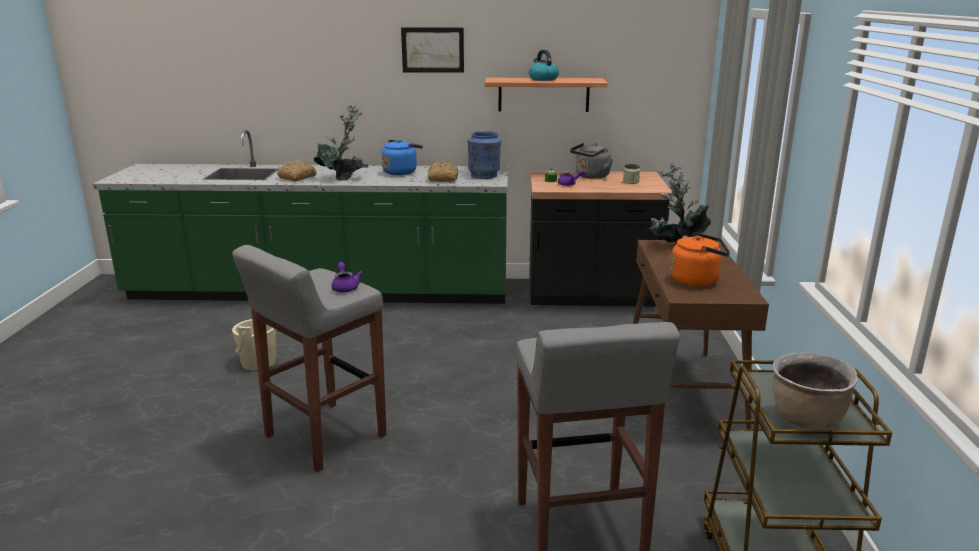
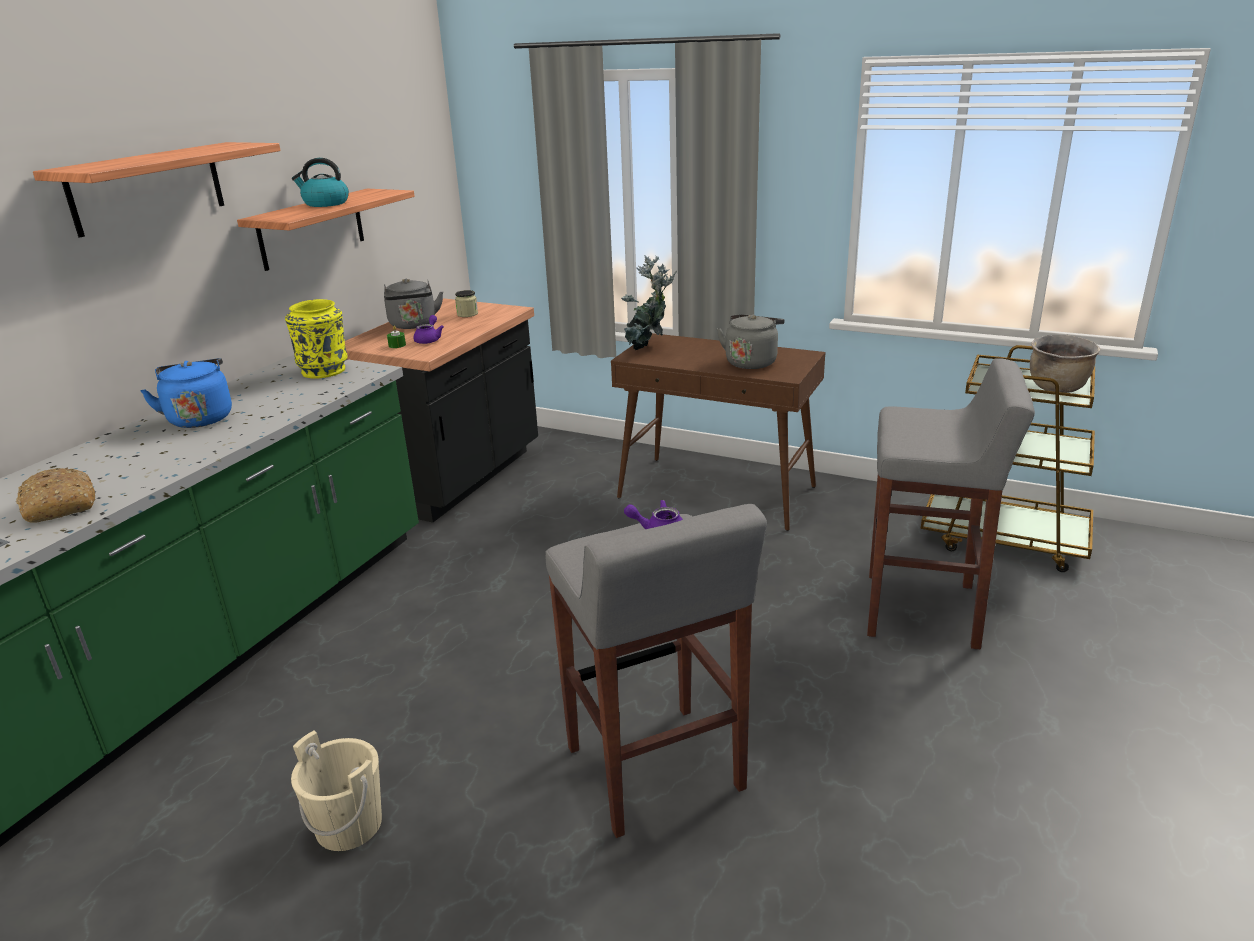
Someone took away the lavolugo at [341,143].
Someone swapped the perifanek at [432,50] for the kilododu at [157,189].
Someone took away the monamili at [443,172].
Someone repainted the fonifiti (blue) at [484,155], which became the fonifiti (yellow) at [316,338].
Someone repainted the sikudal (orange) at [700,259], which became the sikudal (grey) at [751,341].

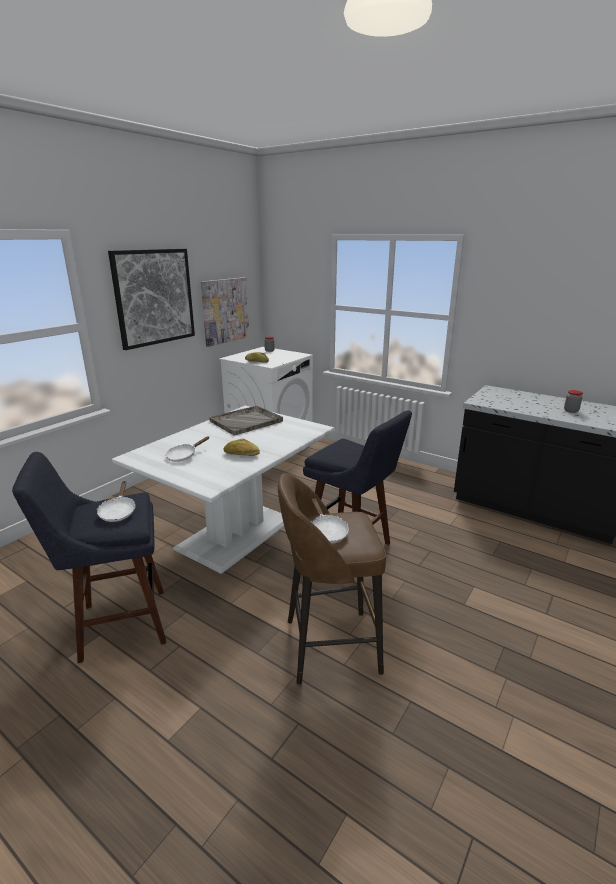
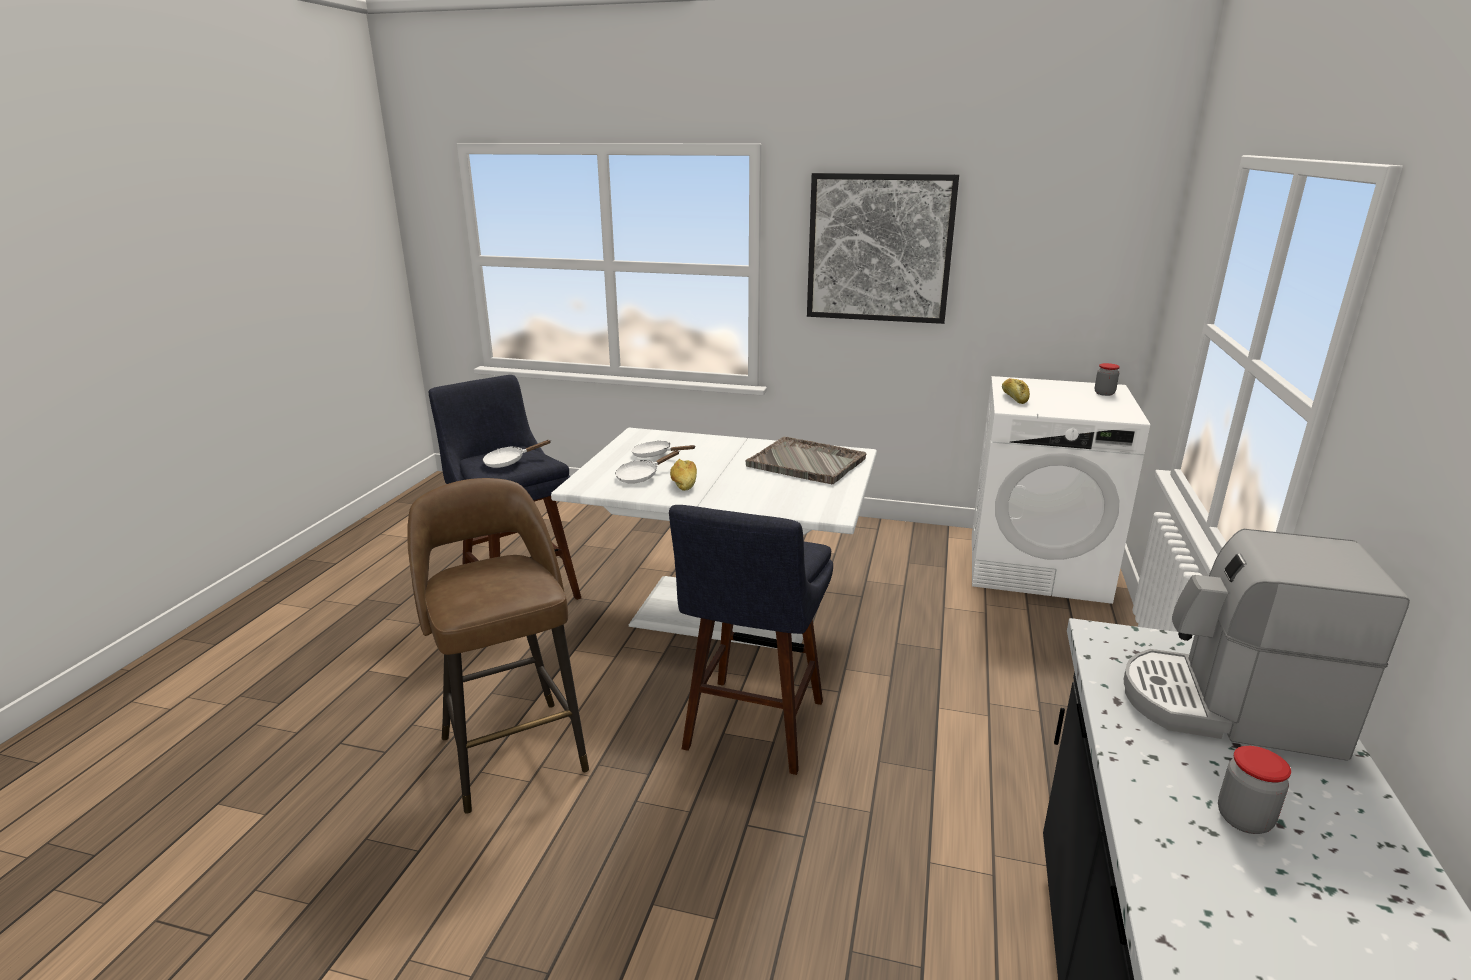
Someone took away the perifanek at [225,312].
Someone carried the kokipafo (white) from [330,521] to [647,467].
Someone put down the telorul at [1267,645].

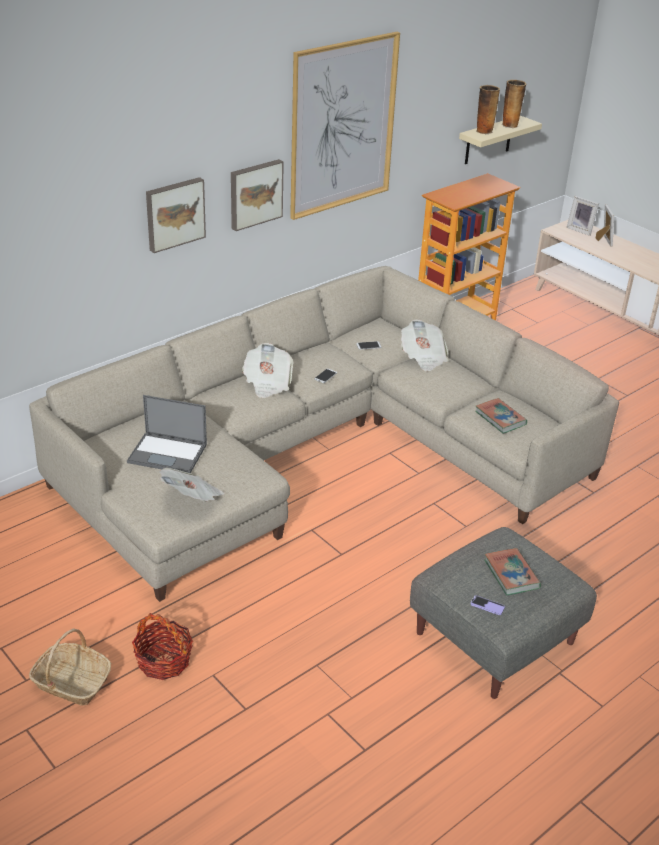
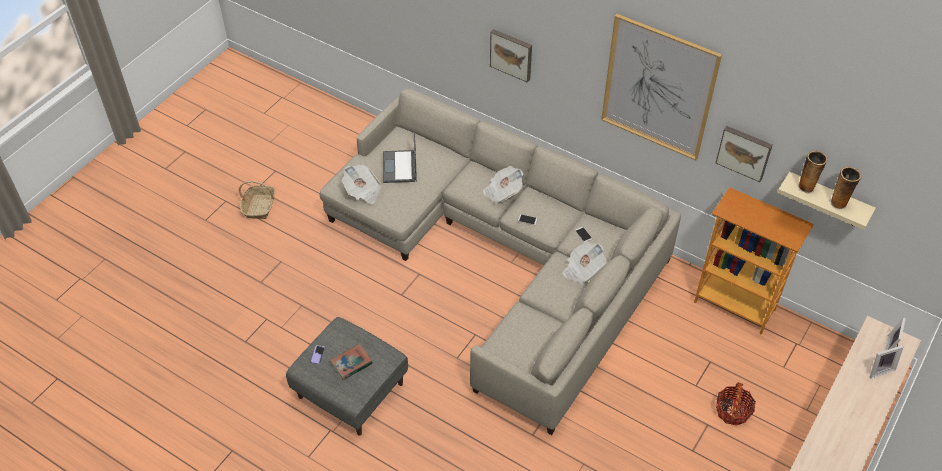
Someone carried the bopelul from [162,646] to [736,404].
Someone carried the perifanek from [257,195] to [744,154].
Someone took away the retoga at [501,416].

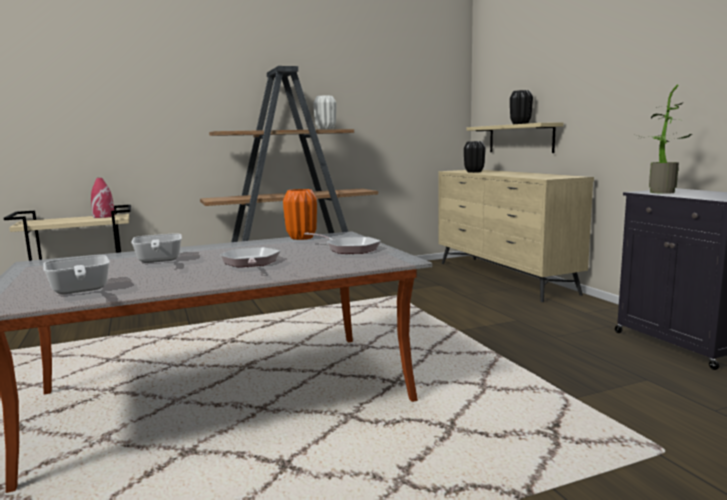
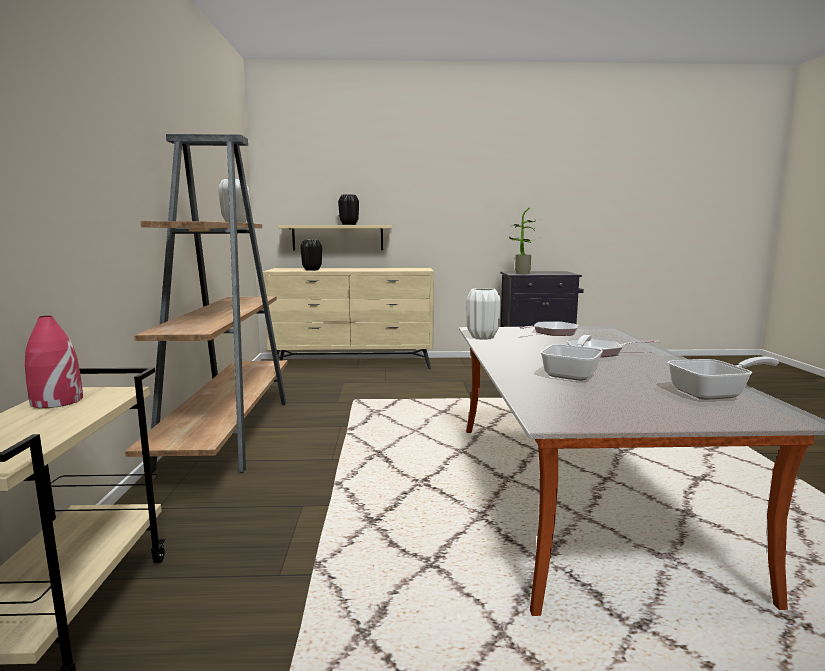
Someone rotated the kokipafo at [156,248] by 60 degrees counterclockwise.
Someone repainted the fonifiti (orange) at [300,214], which became the fonifiti (white) at [483,313].

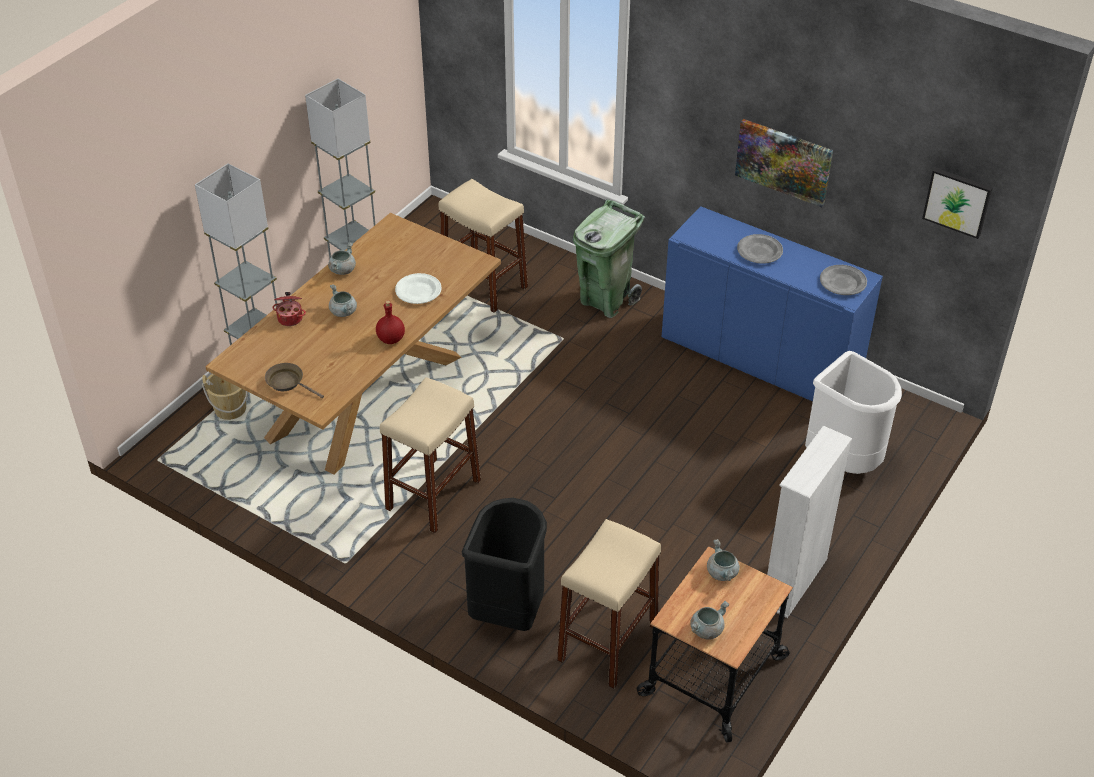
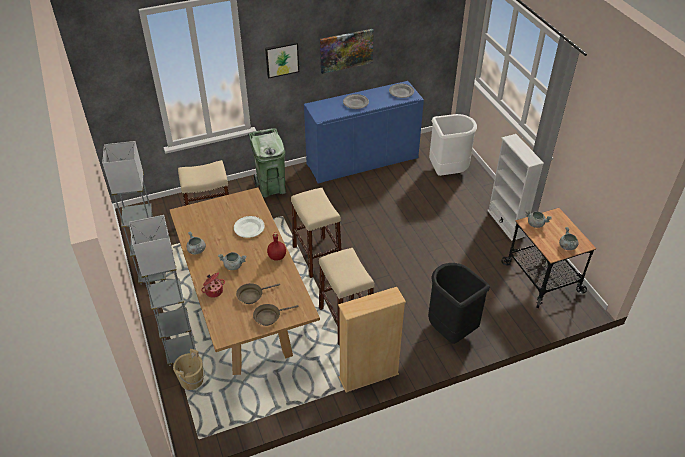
Someone carried the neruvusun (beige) from [609,604] to [316,233].
Someone carried the perifanek from [957,203] to [282,60].
Someone put down the kokipafo (brown) at [258,293].
Someone put down the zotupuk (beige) at [372,340].

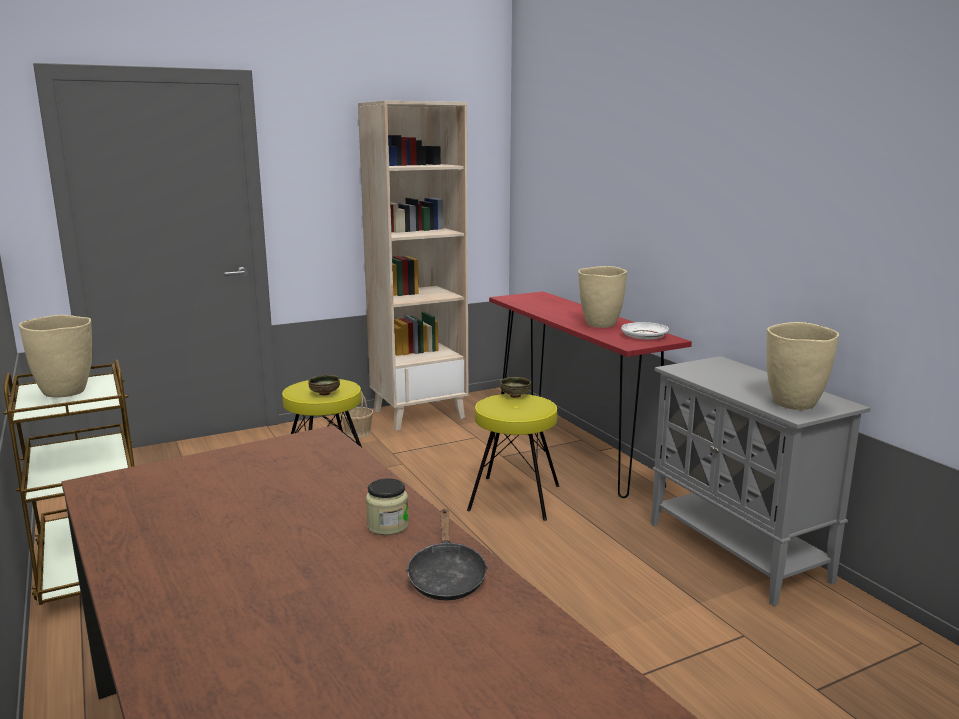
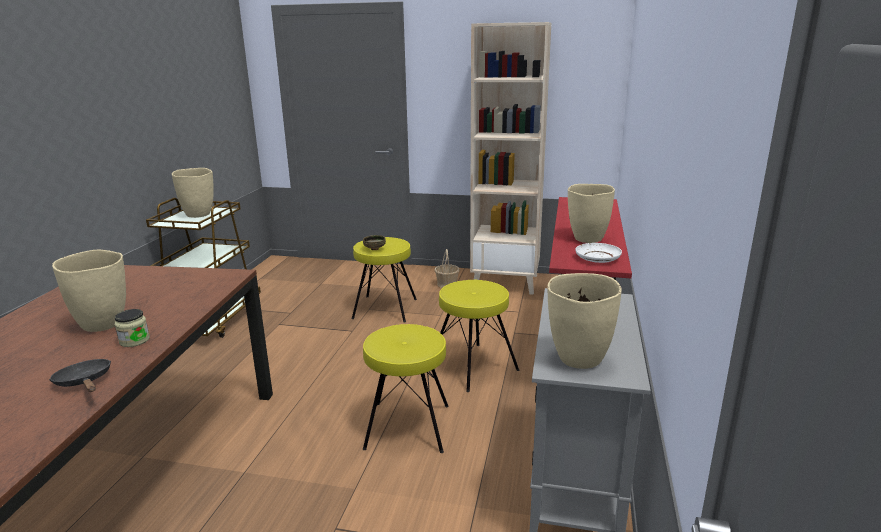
Someone rotated the kokipafo (black) at [447,554] by 105 degrees clockwise.
Someone took away the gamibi at [515,387].
Someone put down the fonifiti (beige) at [89,291].
Someone put down the neruvusun (yellow) at [406,388].

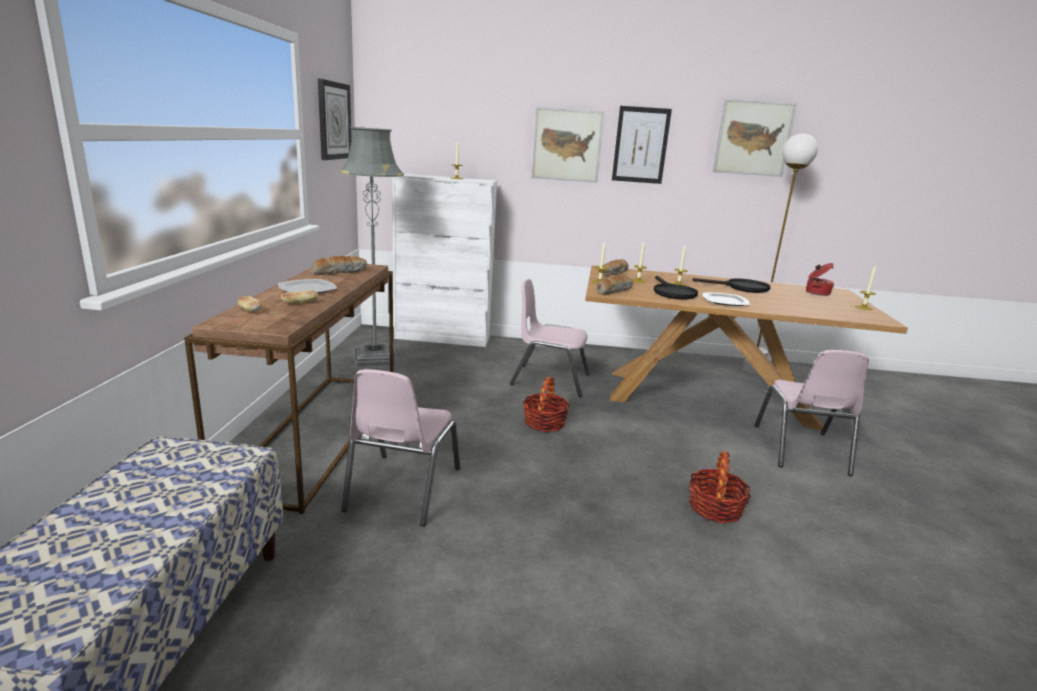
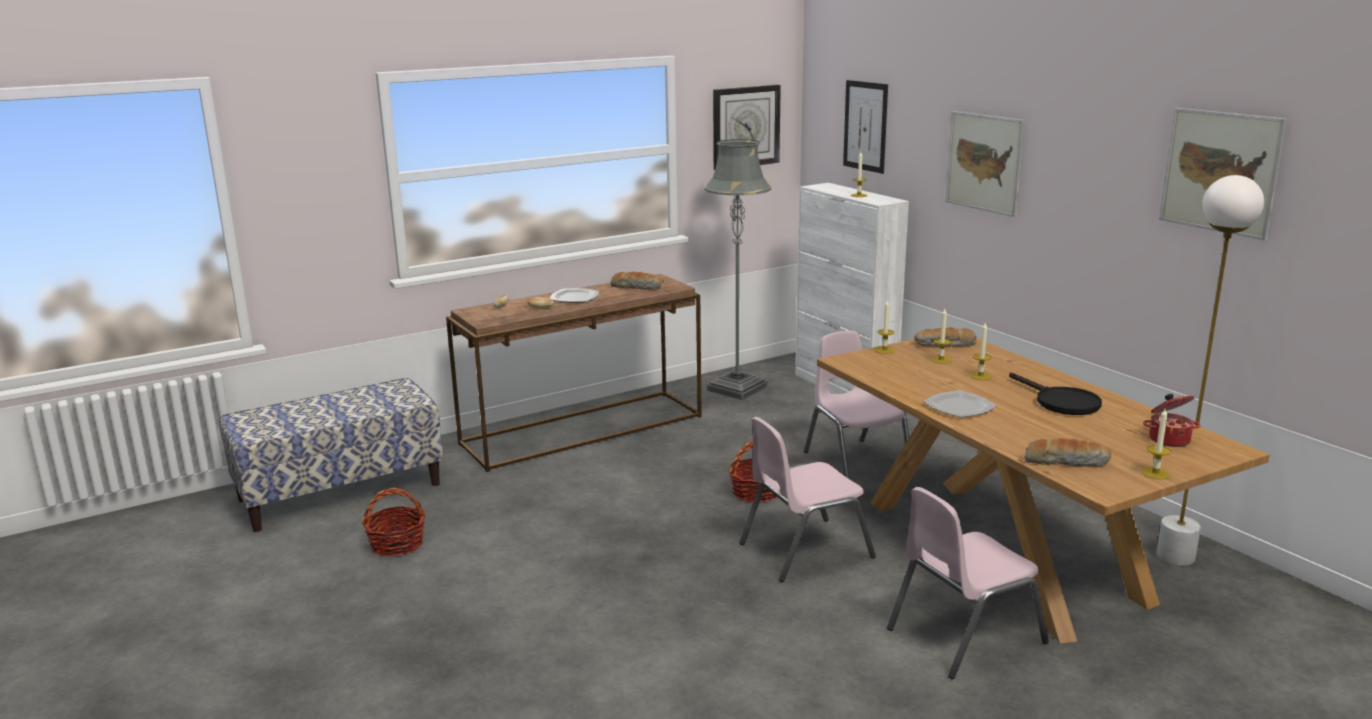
Someone carried the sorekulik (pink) from [400,447] to [808,499].
Someone carried the monamili from [615,285] to [1067,452].
Someone carried the perifanek from [642,145] to [865,127].
Someone took away the kokipafo (black) at [676,288].
Someone carried the bopelul from [720,487] to [393,522].

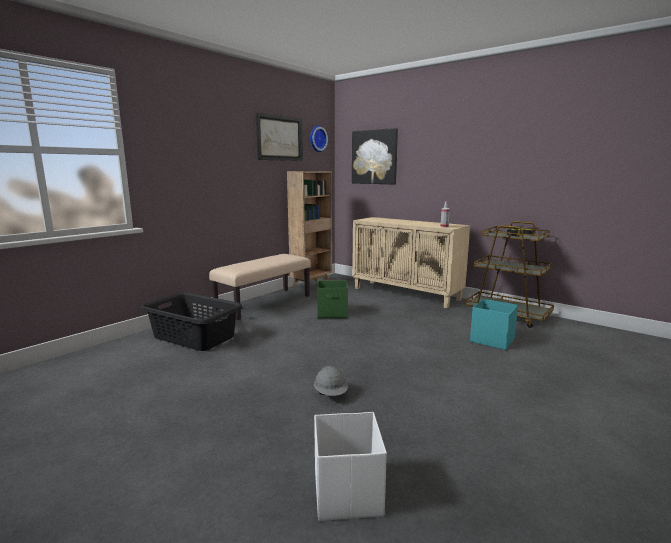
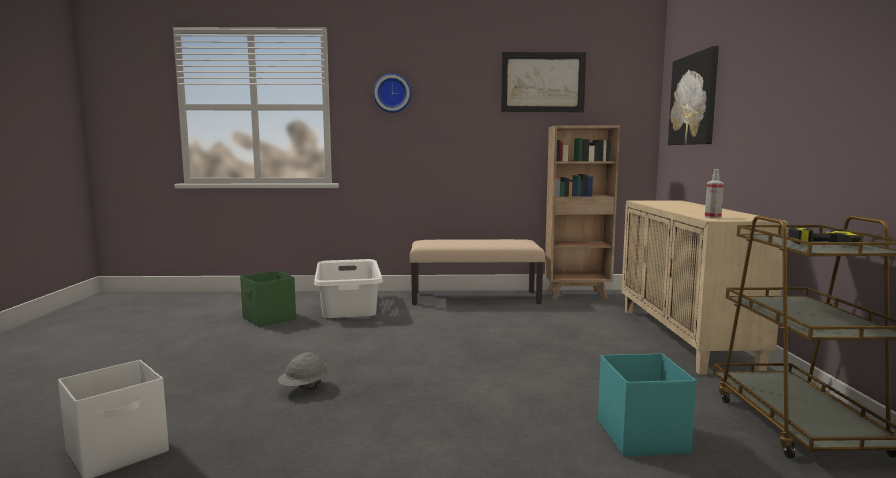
Someone repainted the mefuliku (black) at [191,321], which became the mefuliku (white) at [348,288].
Someone carried the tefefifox from [319,139] to [392,93].
Someone carried the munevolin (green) from [332,299] to [268,299].

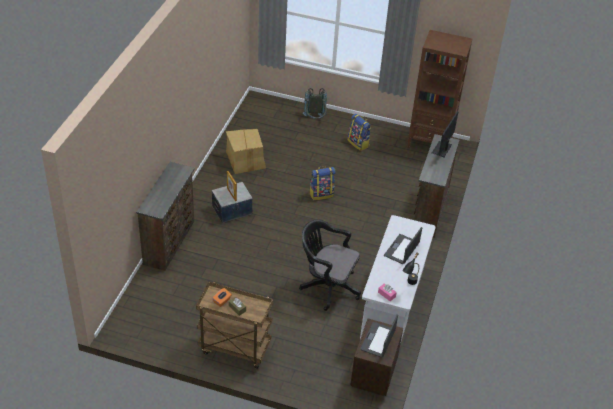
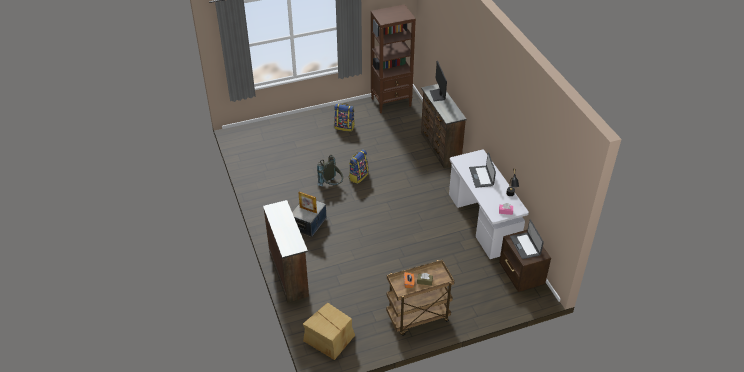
Someone carried the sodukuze from [246,151] to [329,331].
Someone took away the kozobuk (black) at [330,265].
Someone carried the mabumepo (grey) from [315,103] to [330,170].

